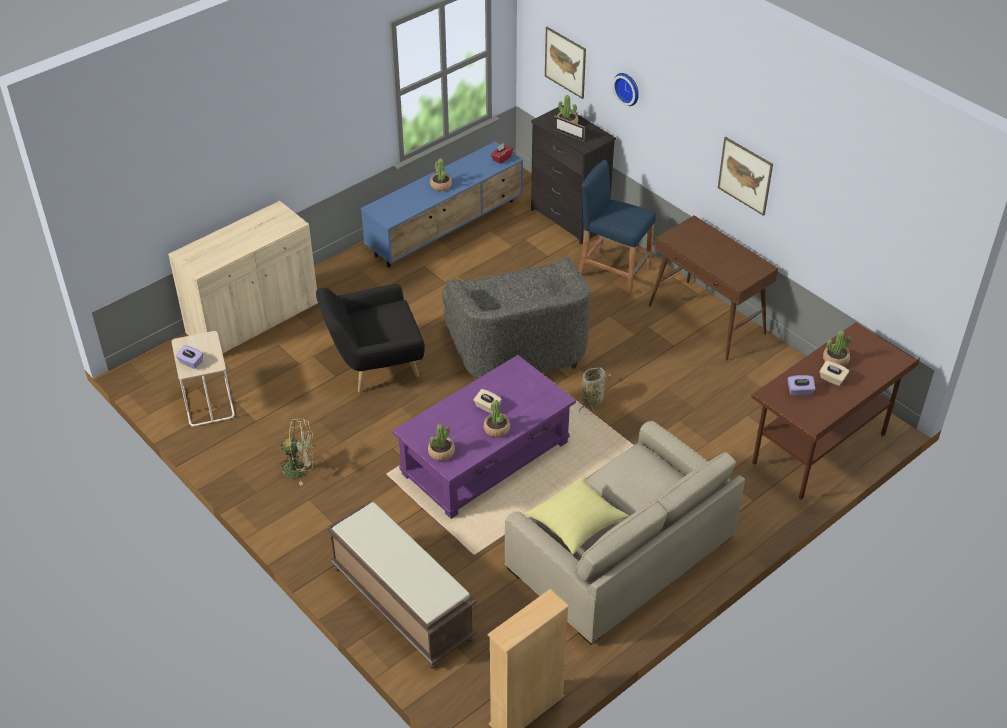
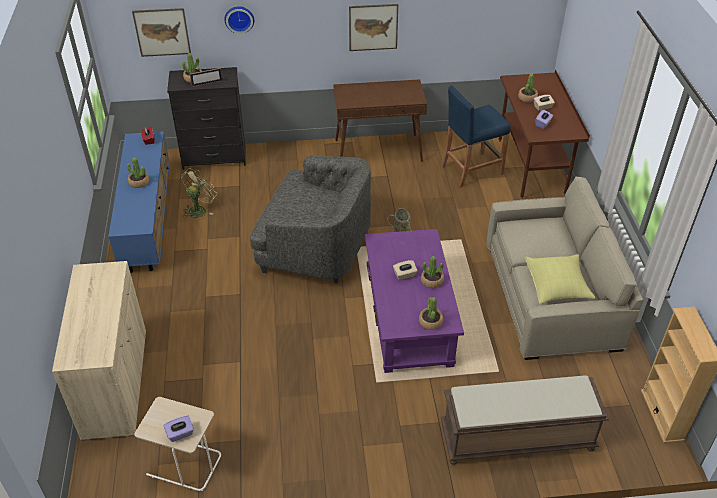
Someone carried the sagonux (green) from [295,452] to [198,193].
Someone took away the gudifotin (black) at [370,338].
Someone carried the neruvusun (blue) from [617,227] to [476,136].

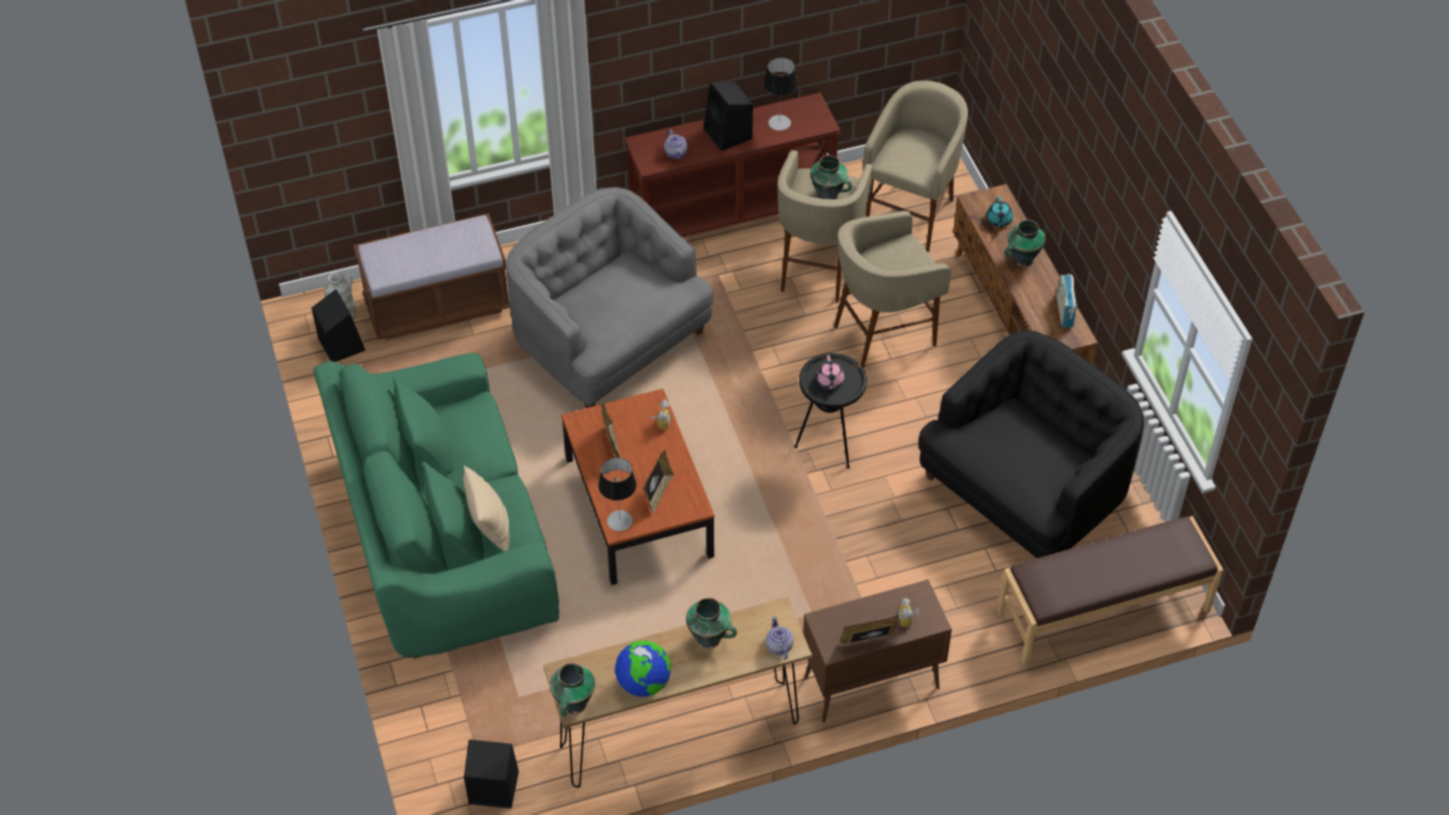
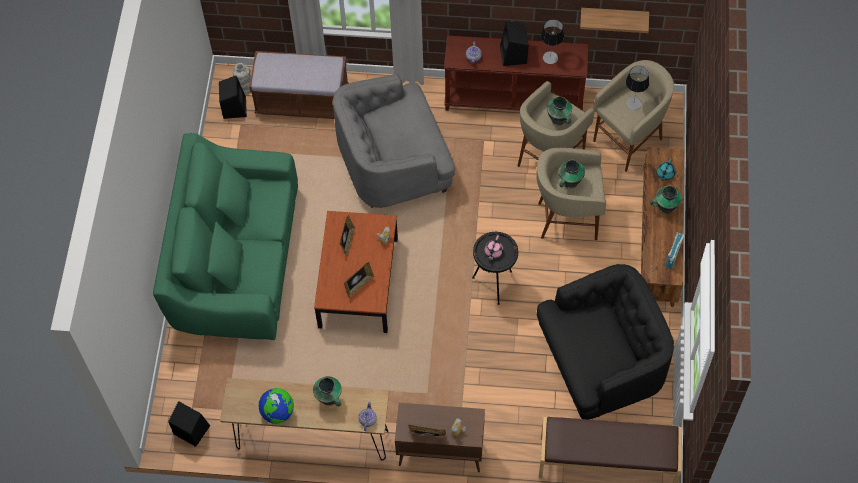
Someone took away the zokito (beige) at [486,509].
Someone rotated the gudifotin (grey) at [610,297] by 90 degrees counterclockwise.
Someone carried the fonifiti from [572,689] to [572,174].
Someone carried the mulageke from [617,494] to [637,88].
Someone put up the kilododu at [614,20].

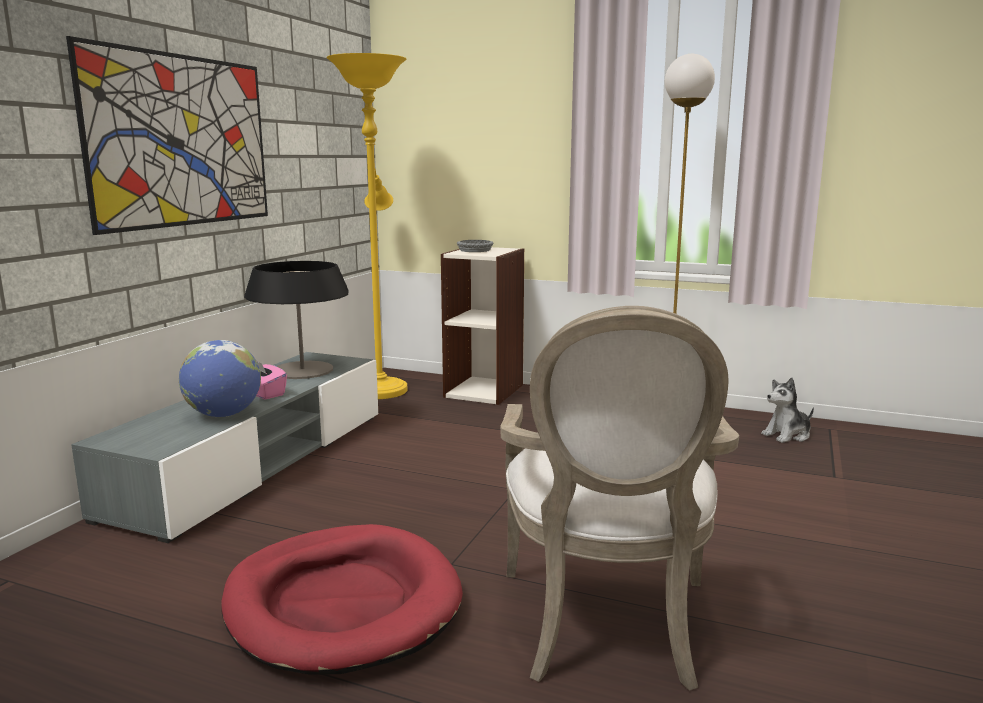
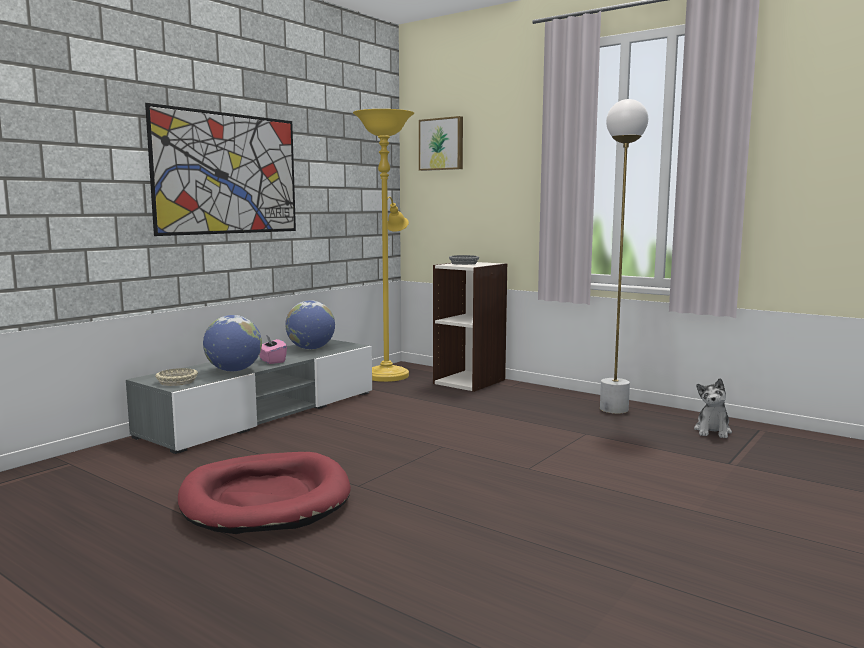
Someone swapped the mulageke at [296,320] for the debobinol at [310,325].
Someone took away the gudifotin at [619,498].
Someone rotated the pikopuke at [787,410] by 60 degrees counterclockwise.
Someone put down the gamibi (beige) at [176,377].
Someone put up the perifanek at [441,143].

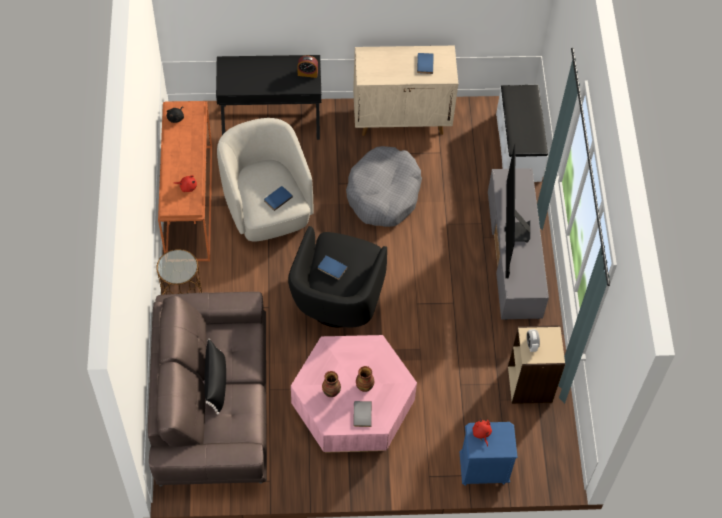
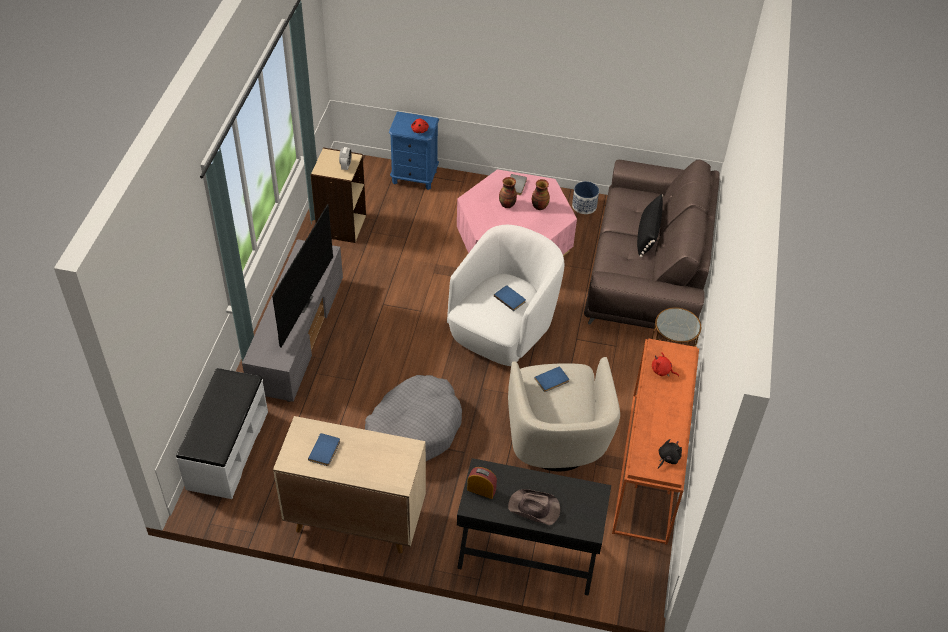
Someone repainted the gudifotin (black) at [337,277], which became the gudifotin (white) at [505,295].
Someone put down the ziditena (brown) at [534,507].
Someone put down the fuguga at [585,197].

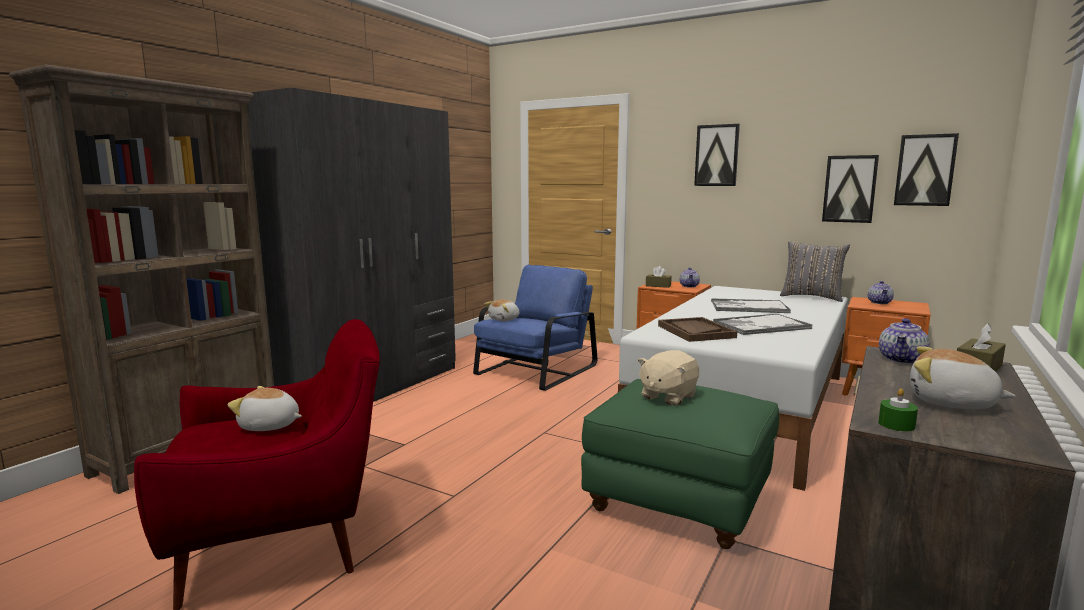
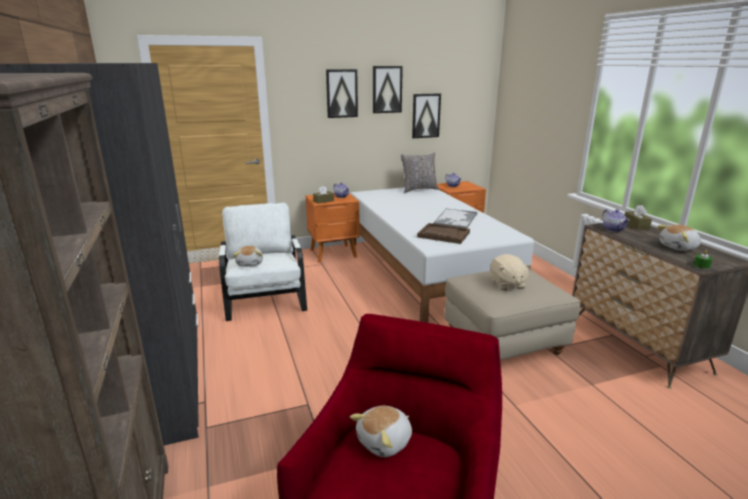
Someone repainted the gudifotin (blue) at [535,328], which became the gudifotin (white) at [263,262].
Someone repainted the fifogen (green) at [680,464], which became the fifogen (beige) at [512,314].
Someone took away the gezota at [751,305].
Someone carried the perifanek from [926,169] to [388,89].

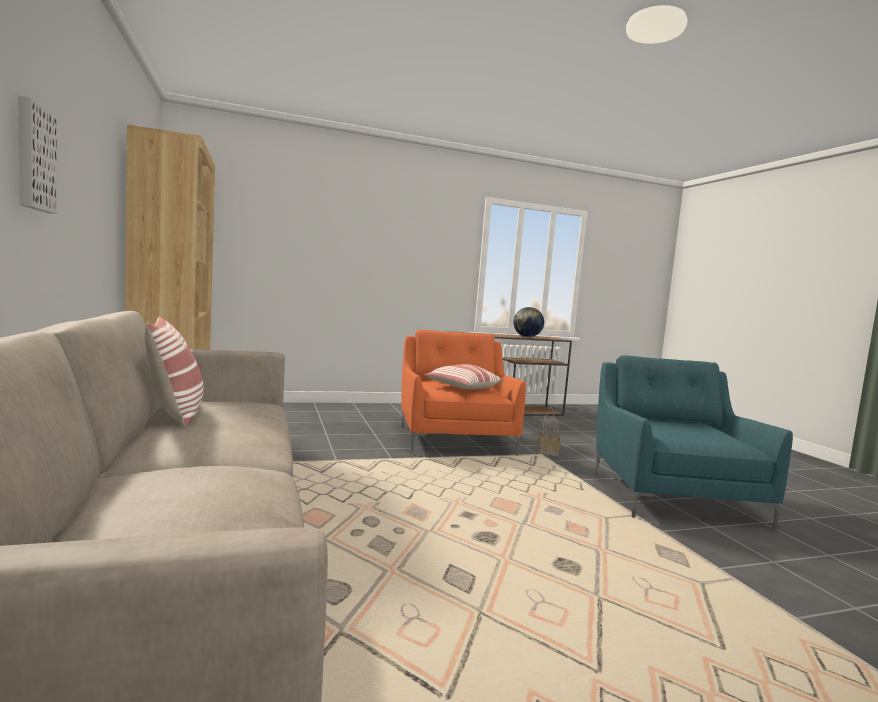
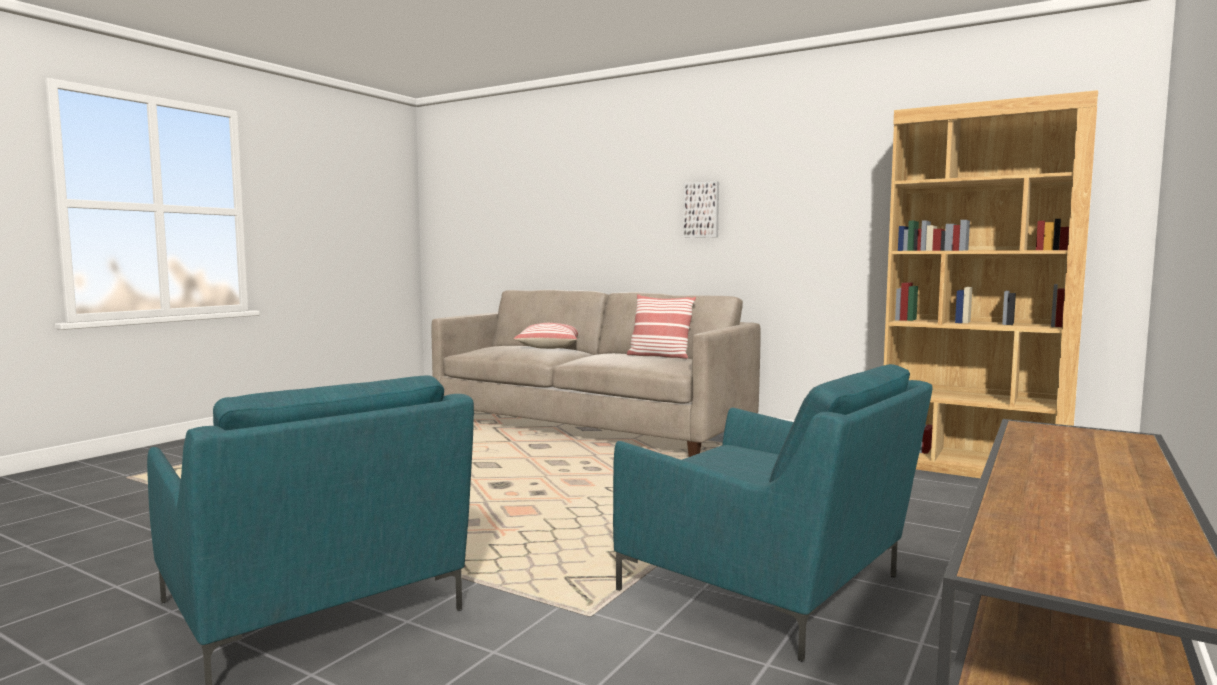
Someone repainted the gudifotin (orange) at [464,393], which became the gudifotin (turquoise) at [773,513].
Someone carried the zokito from [464,377] to [546,336].
Someone took away the debobinol at [528,322].
Someone took away the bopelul at [549,434].

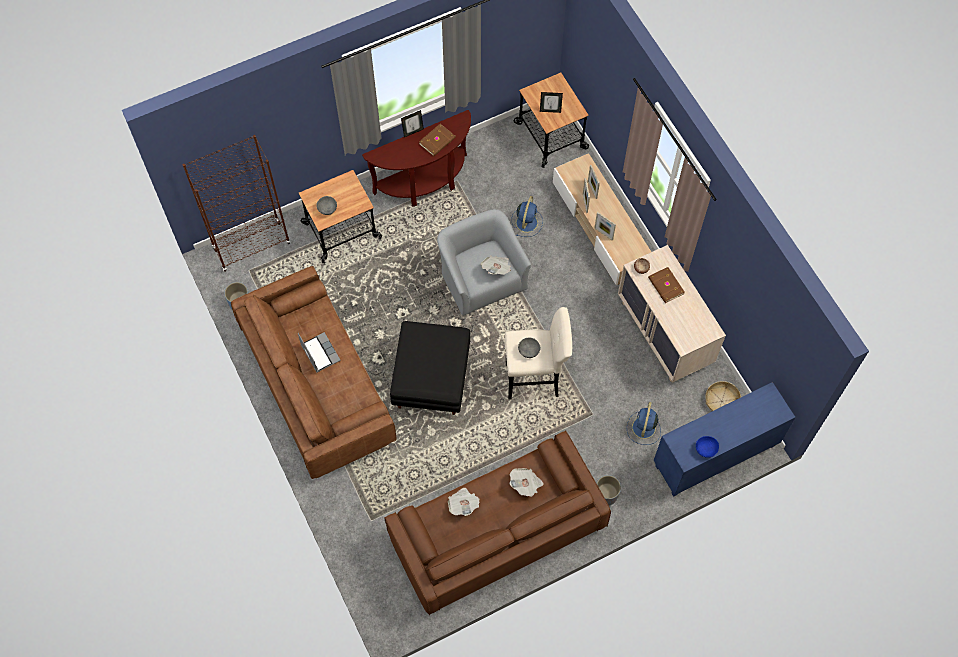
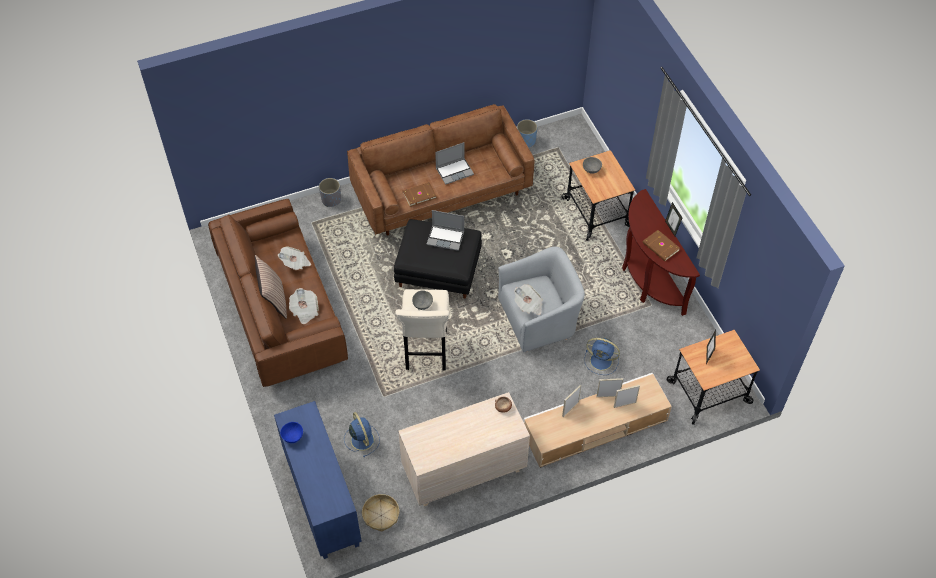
Someone took away the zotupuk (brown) at [237,203].
Someone carried the fuguga (grey) from [608,490] to [330,192].
Someone rotated the sagonux (blue) at [644,423] by 45 degrees clockwise.
Someone carried the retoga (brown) from [666,285] to [420,194].
Someone put down the zokito at [271,287].
Someone put down the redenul at [445,230].

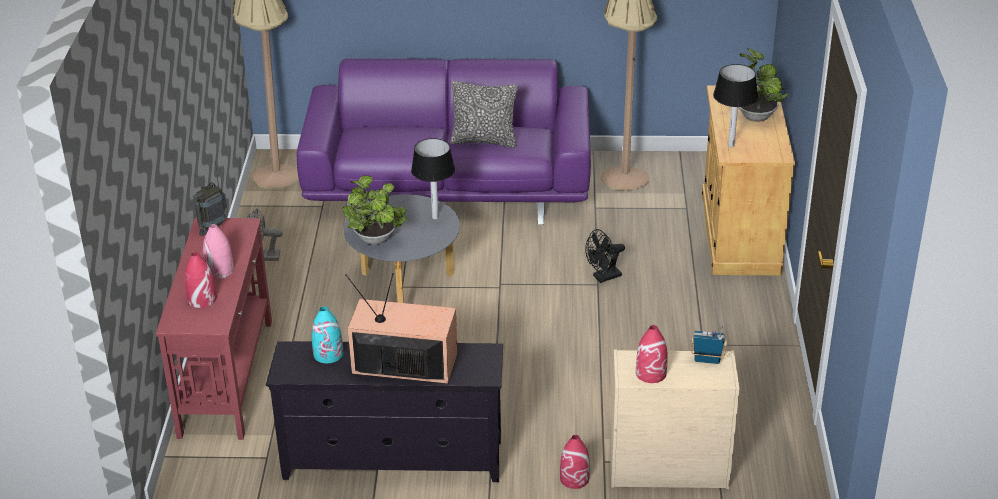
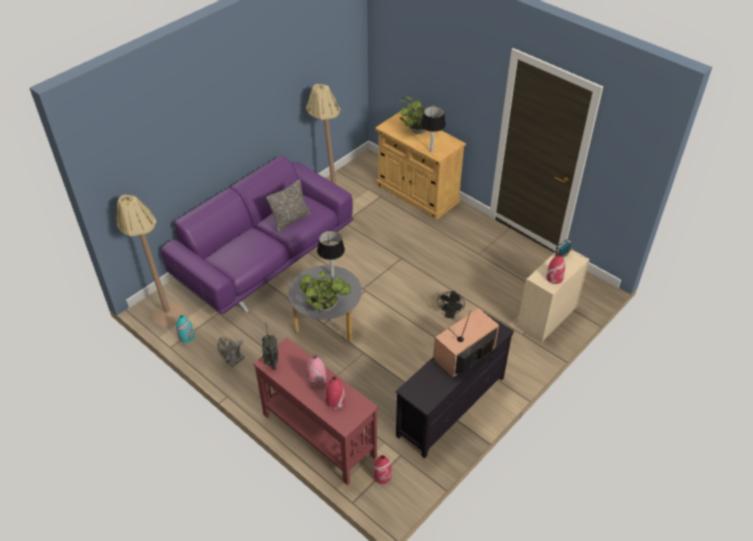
Someone carried the fonifiti (turquoise) from [327,334] to [185,329].
Someone carried the fonifiti (red) from [575,462] to [382,469].
Someone carried the sagonux (black) from [605,256] to [451,305].

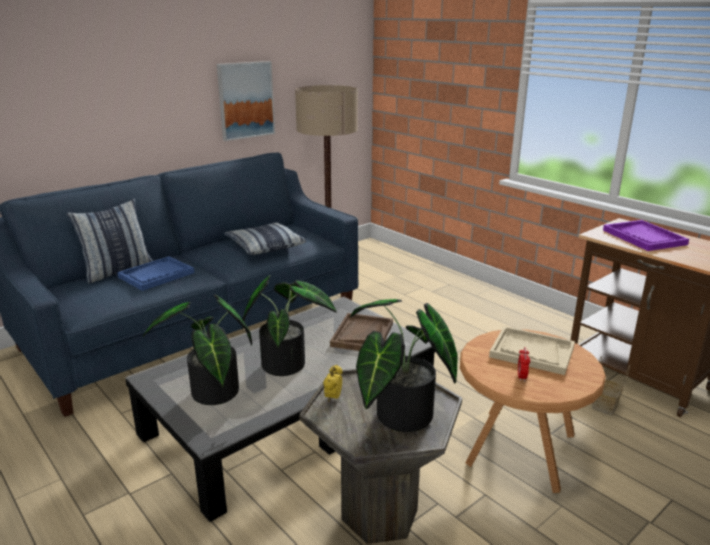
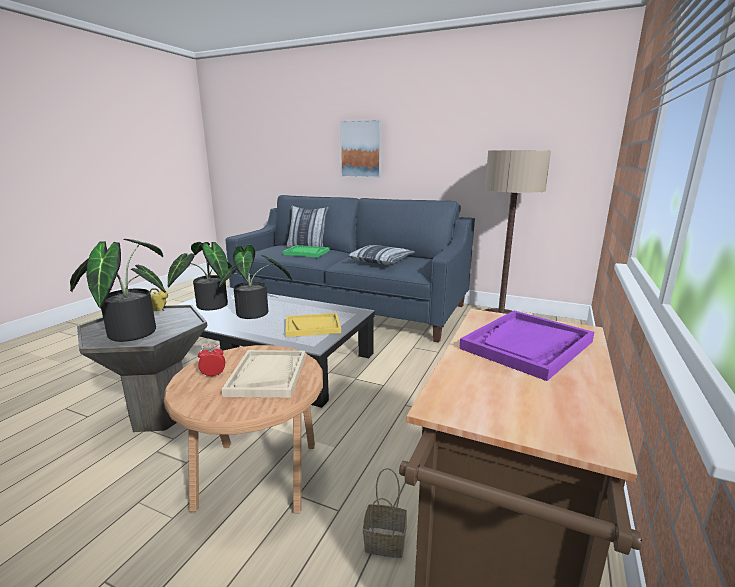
Someone repainted the gezota (blue) at [155,273], which became the gezota (green) at [306,251].
Someone carried the perifanek from [246,101] to [361,148].
Someone repainted the gezota (brown) at [361,332], which became the gezota (yellow) at [313,325].

